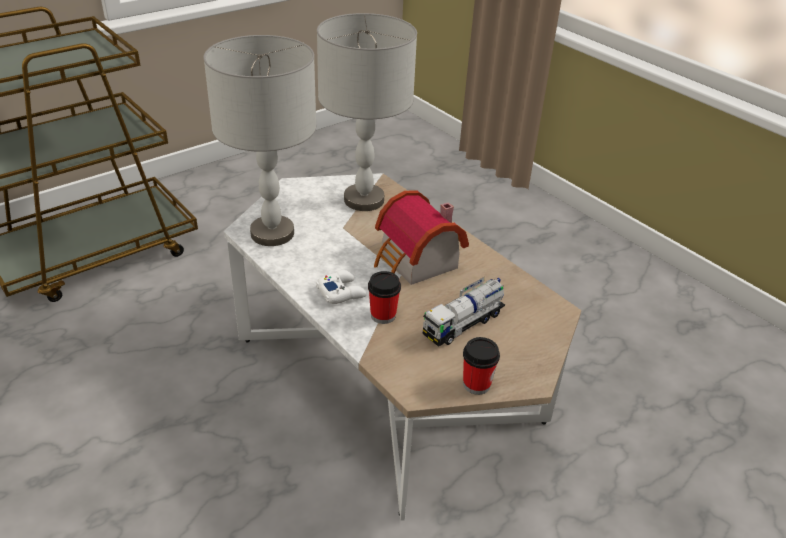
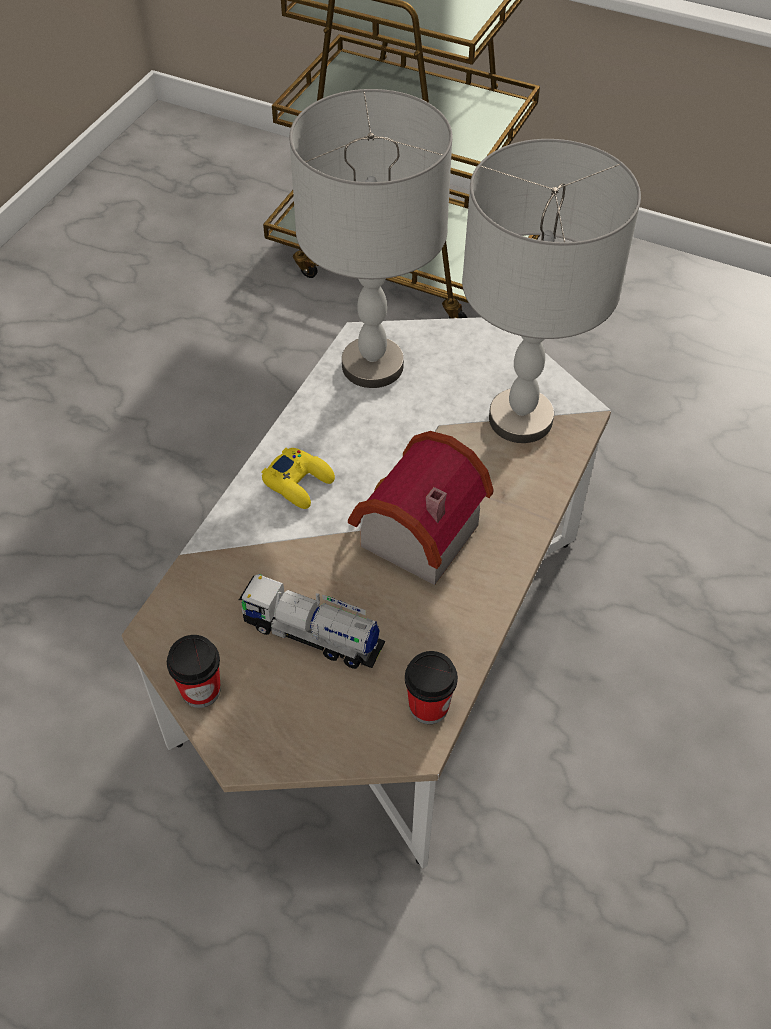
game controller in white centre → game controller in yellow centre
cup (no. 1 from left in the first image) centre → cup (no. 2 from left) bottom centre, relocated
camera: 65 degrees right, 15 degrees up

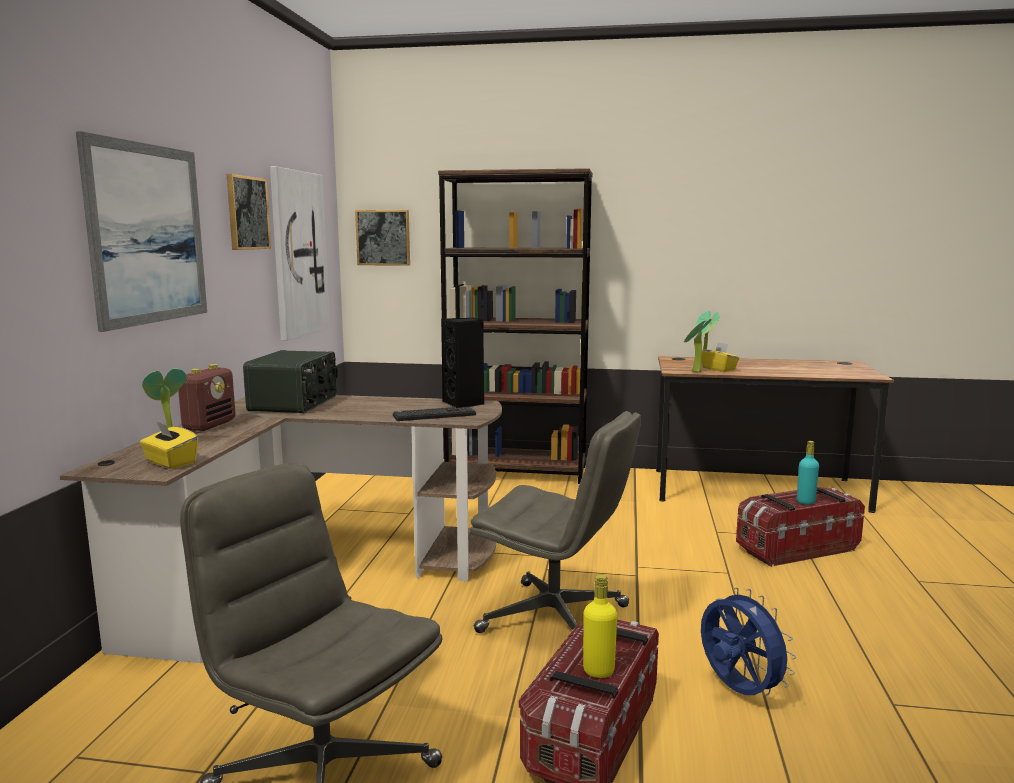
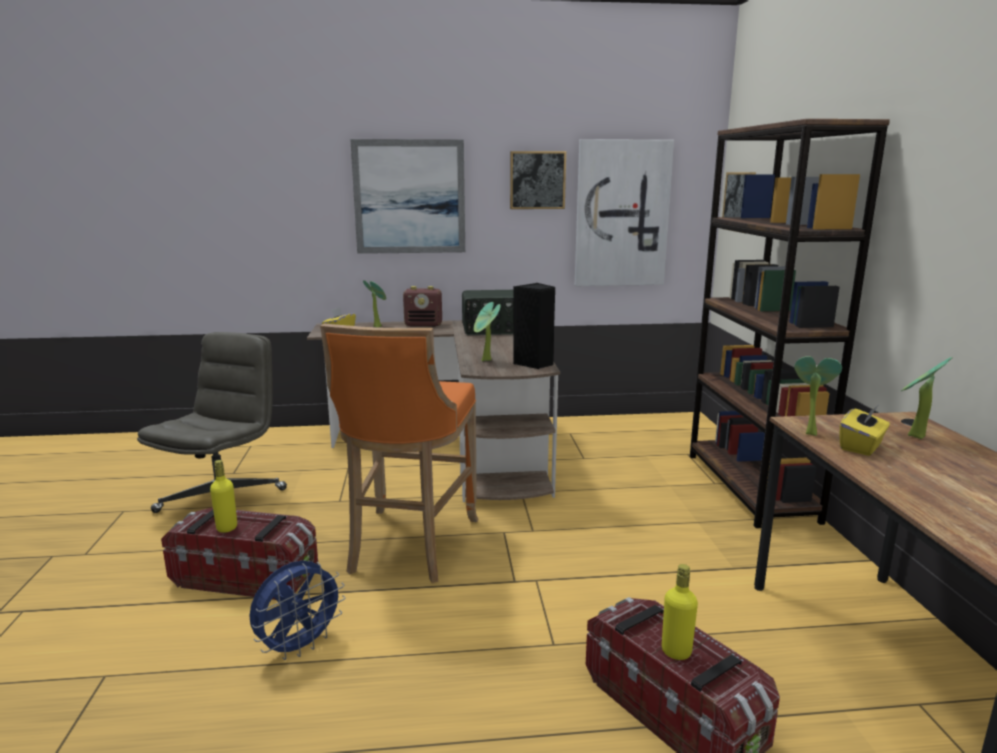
keyboard centre → potted plant (no. 2 from left) centre
office chair in grey (no. 2 from left) bottom centre → stool in orange centre
bottle in turquoise middle right → bottle in yellow (no. 2 from left) bottom right
camera: 75 degrees right, 5 degrees up

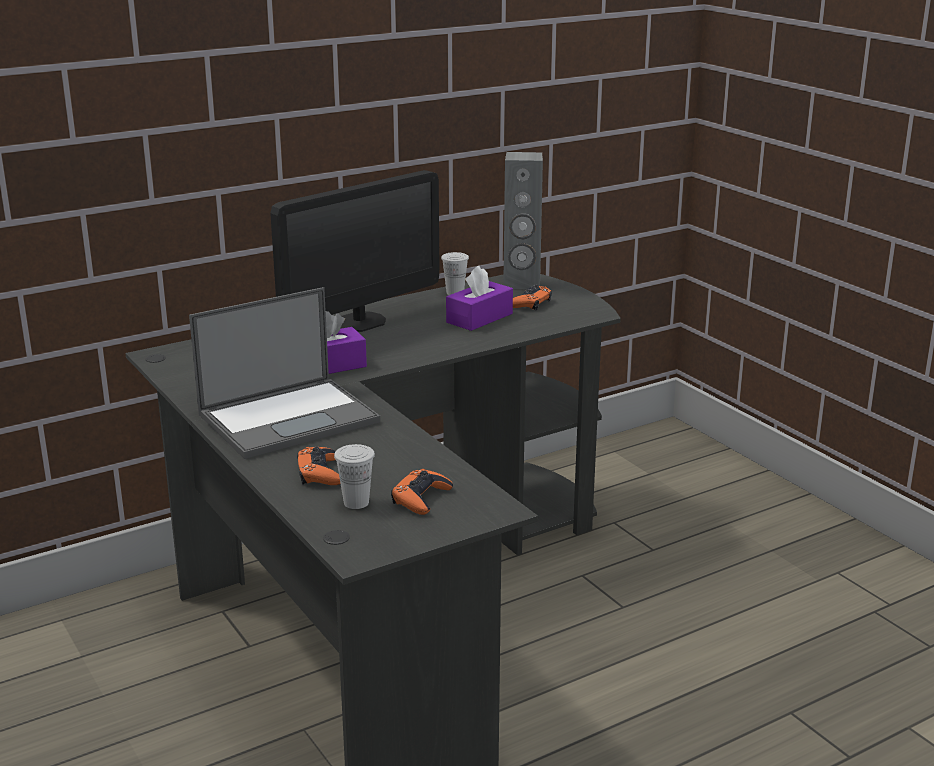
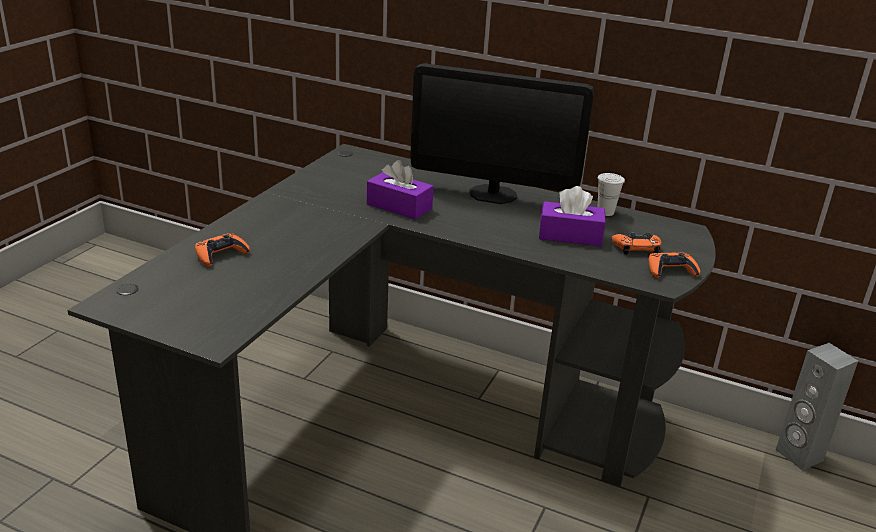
speaker in grey top centre → speaker in grey bottom right, relocated
laptop middle left → -
cup in white (no. 1 from left) centre → -
game controller in orange (no. 2 from left in the first image) centre → game controller in orange (no. 3 from left) middle right, relocated
camera: 55 degrees right, 5 degrees up

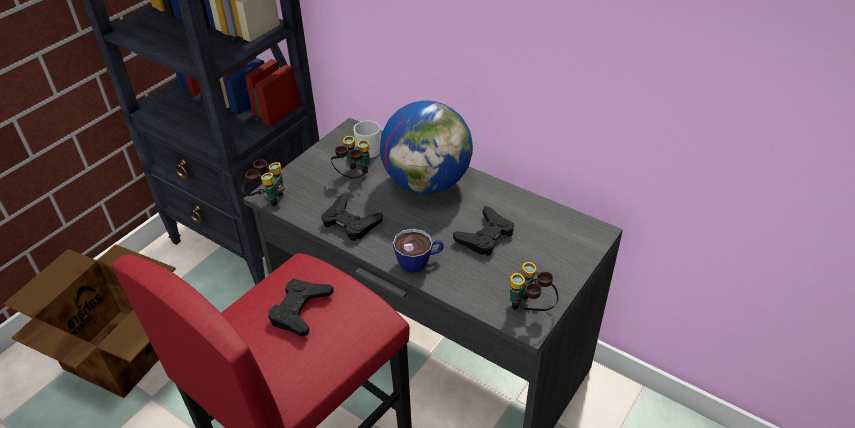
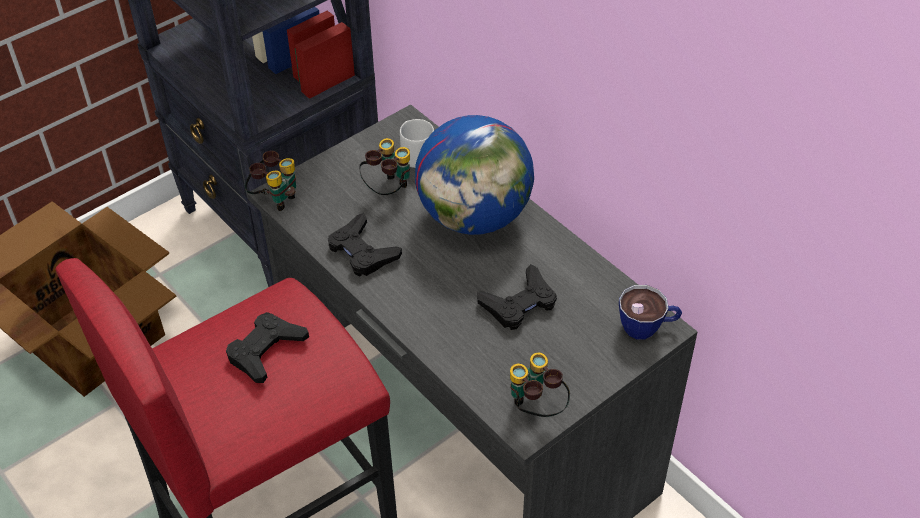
cup centre → cup middle right, relocated
camera: 15 degrees right, 5 degrees up

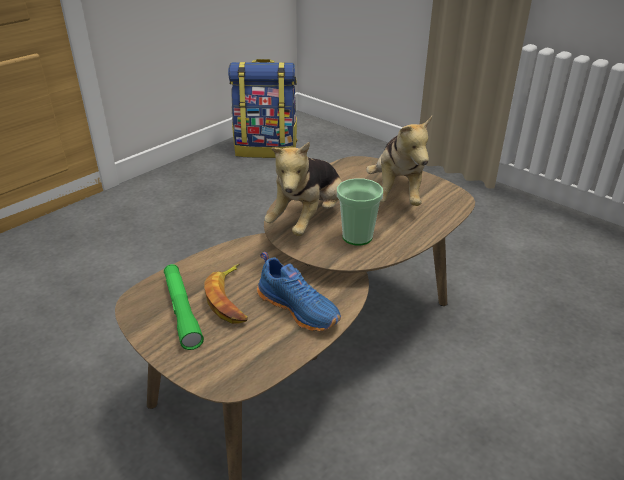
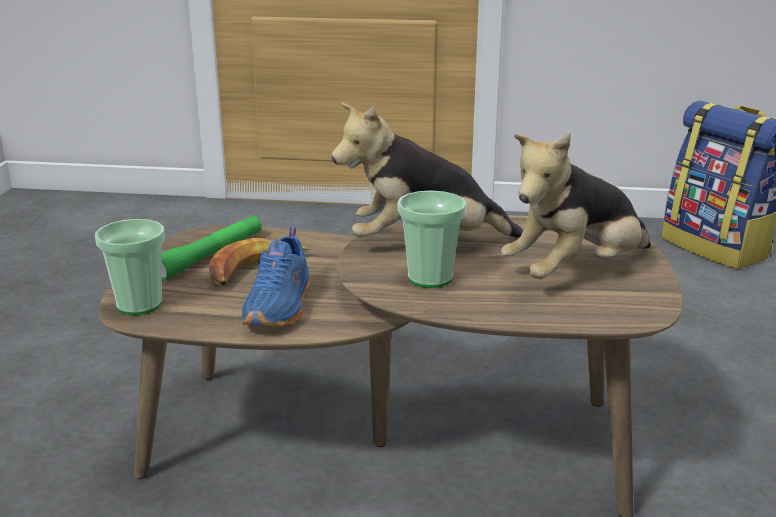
- → cup (no. 1 from left) middle left
camera: 55 degrees right, 10 degrees down

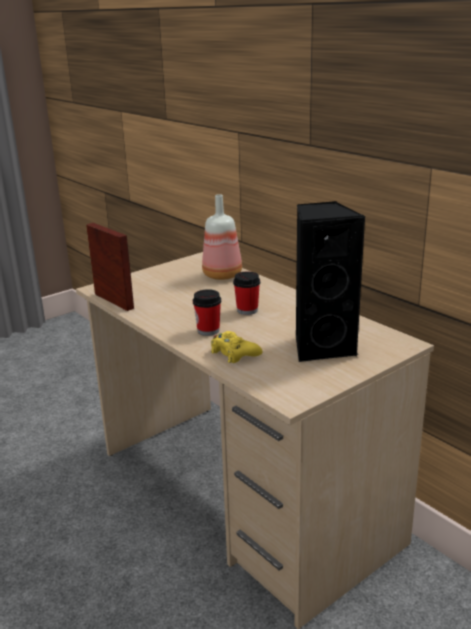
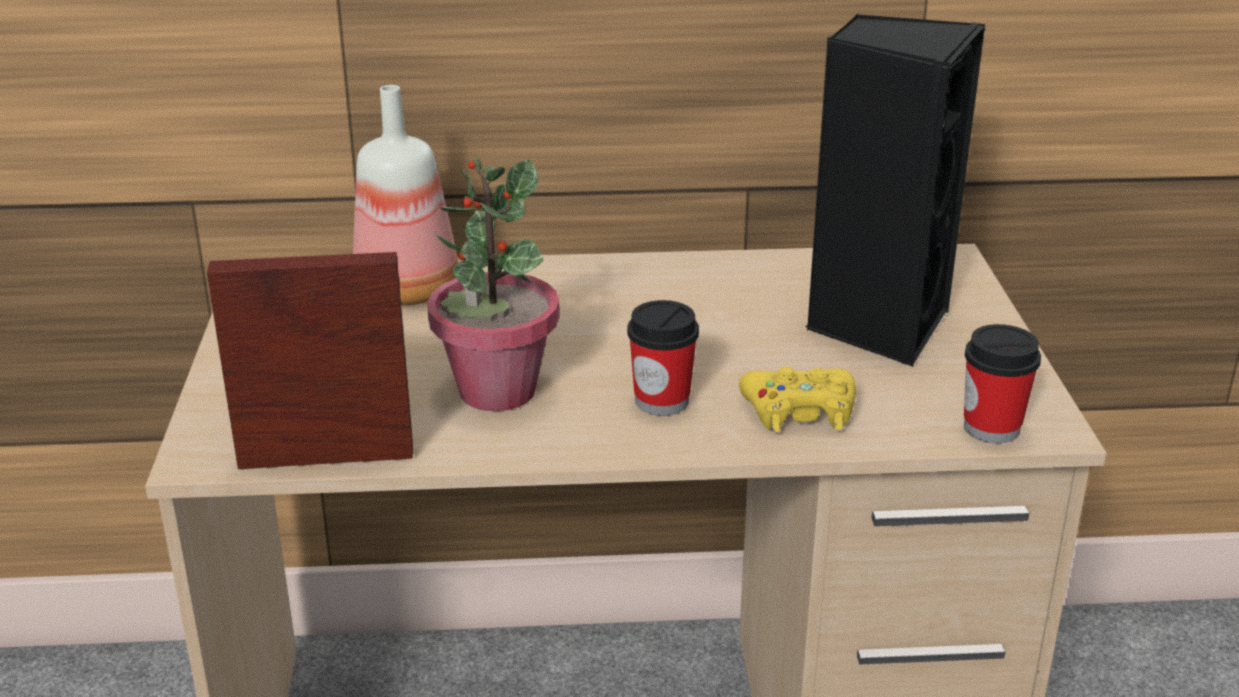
cup (no. 2 from left) centre → cup (no. 2 from left) middle right, relocated
- → potted plant centre
camera: 55 degrees left, 5 degrees up

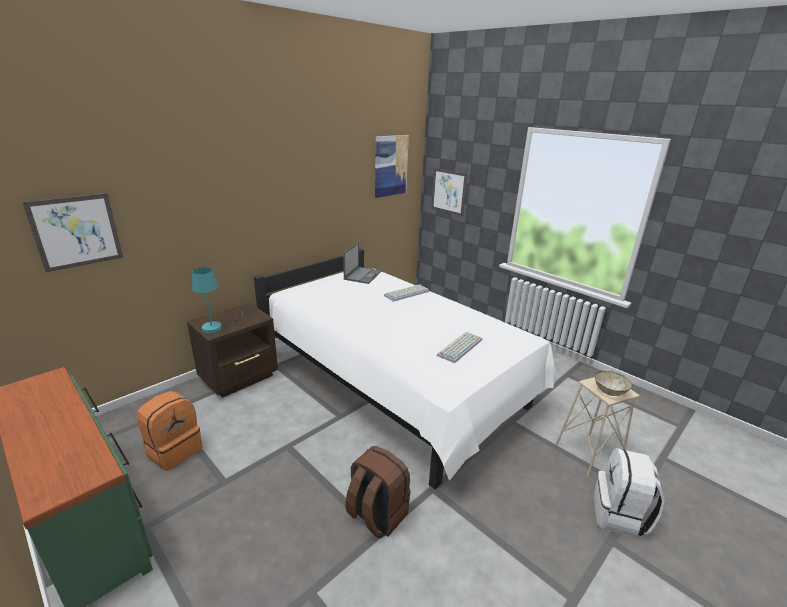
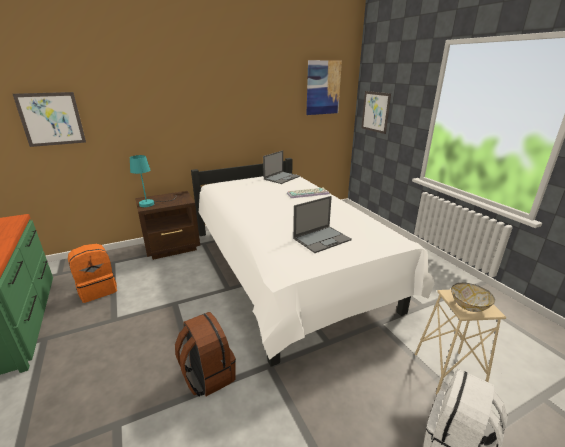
keyboard (no. 2 from left) centre → laptop (no. 2 from left) centre
camera: 20 degrees right, 0 degrees up

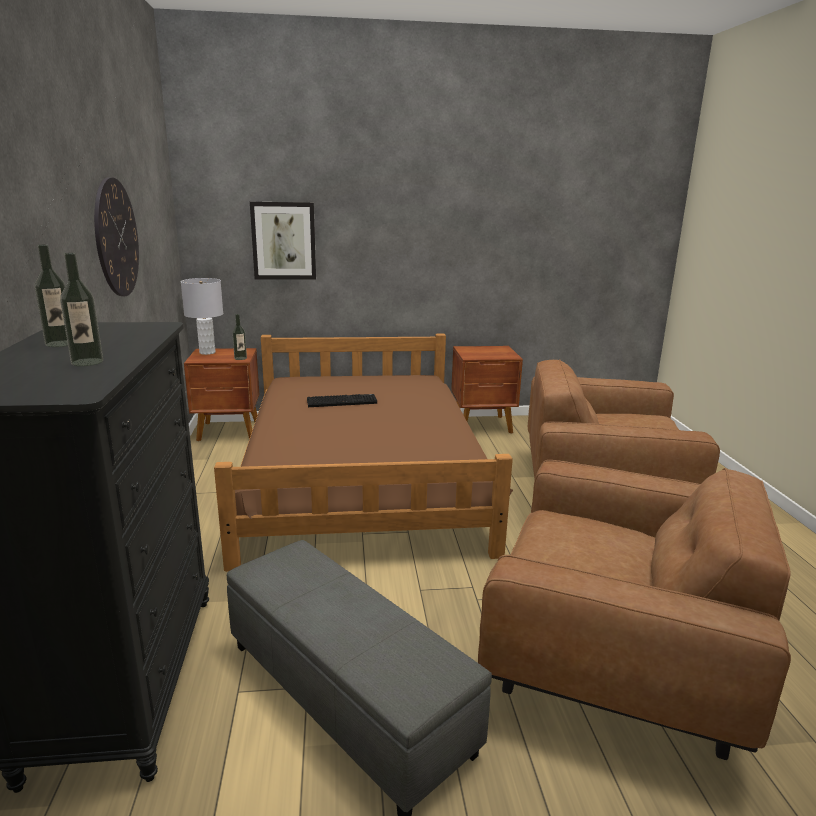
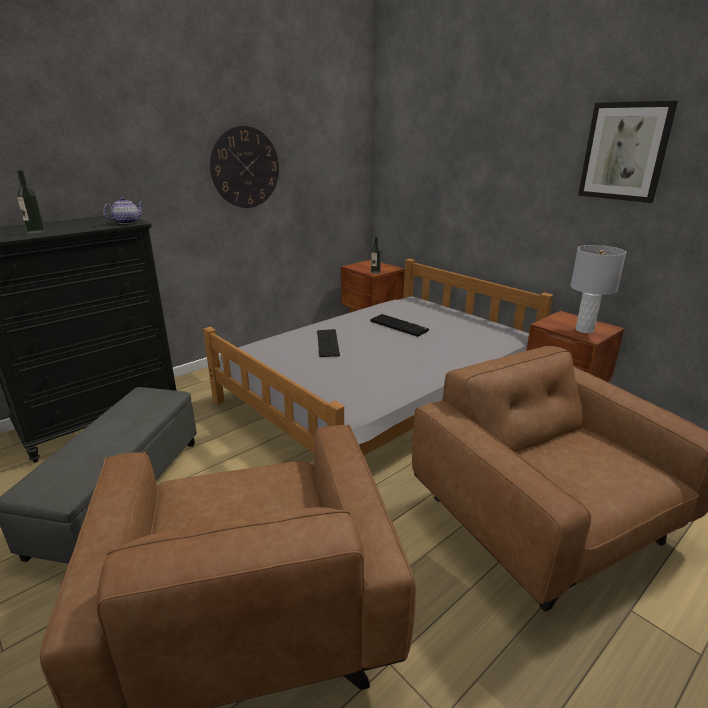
picture top centre → picture top right, relocated
bottle (no. 1 from left) middle left → -
table lamp in grey middle left → table lamp in grey middle right, relocated
bed in brown centre → bed in grey centre
- → teapot top left
- → keyboard (no. 1 from left) centre
camera: 55 degrees right, 5 degrees up

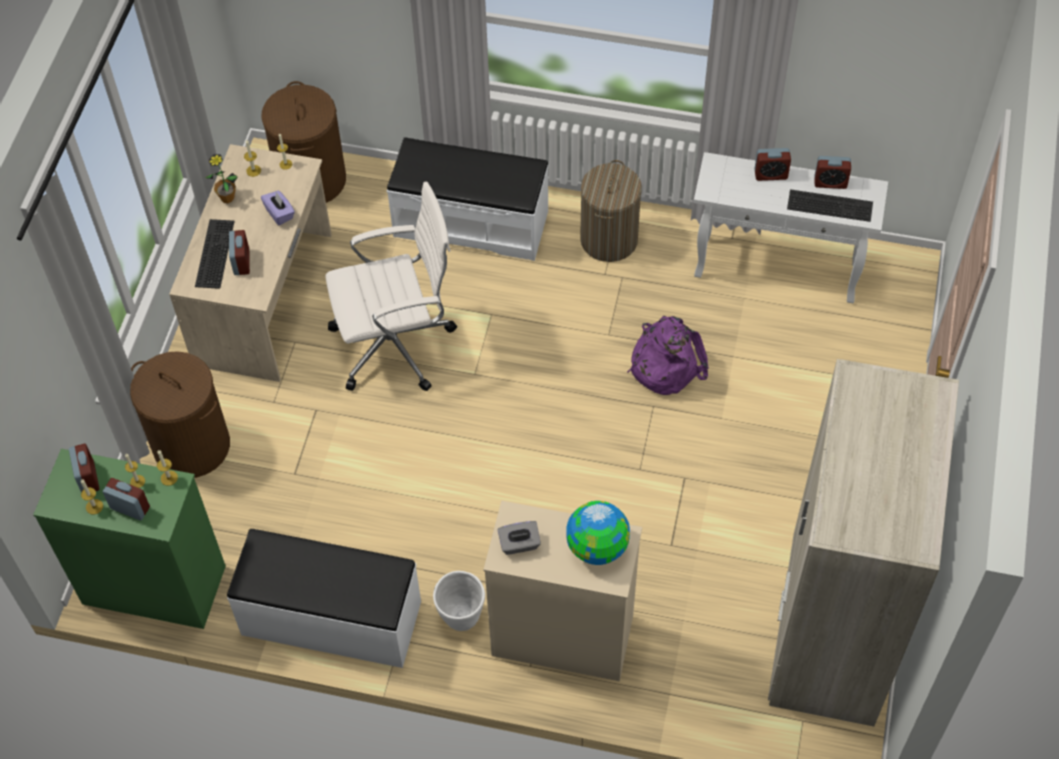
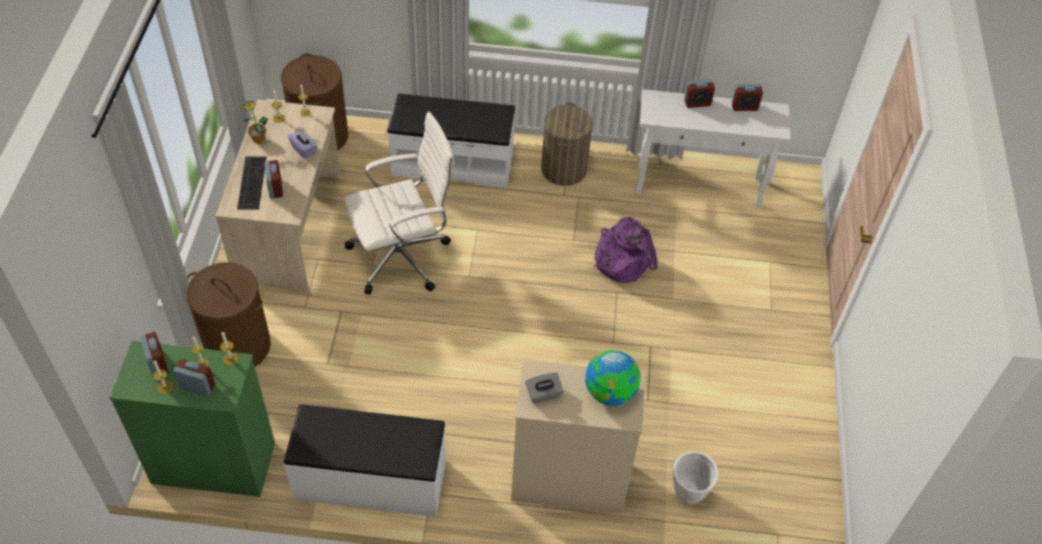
keyboard (no. 2 from left) top right → -
wardrobe in beige bottom right → -
planter in white bottom centre → planter in white bottom right, relocated
camera: 10 degrees left, 5 degrees down

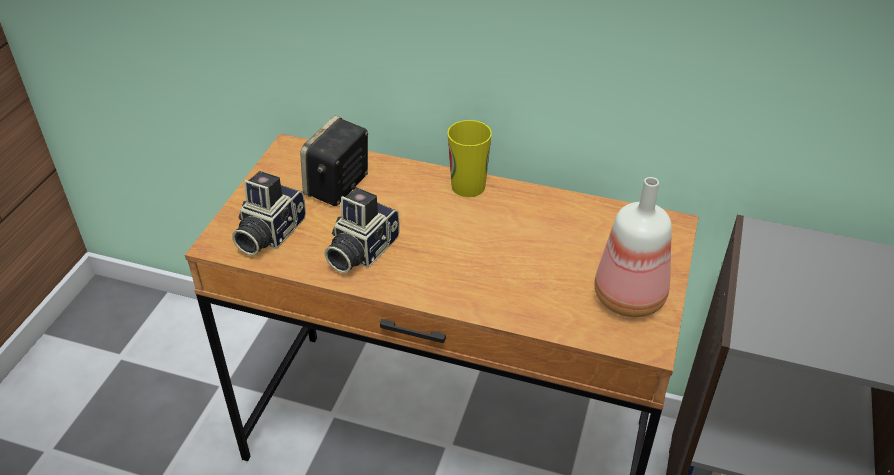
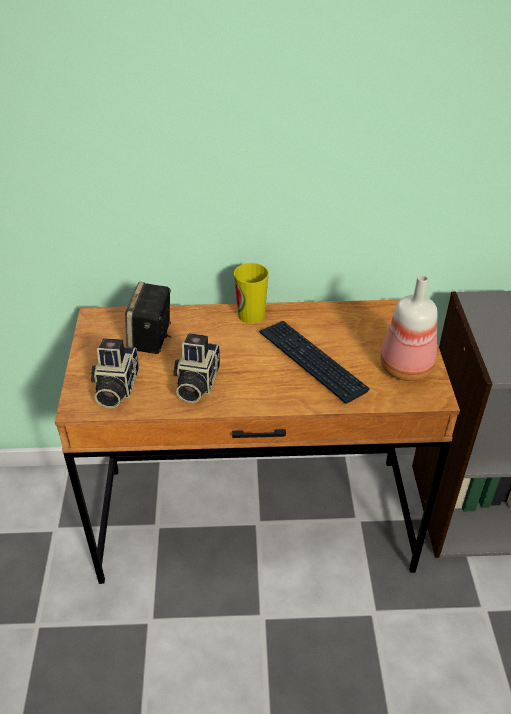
- → keyboard centre
camera: 20 degrees left, 0 degrees up

